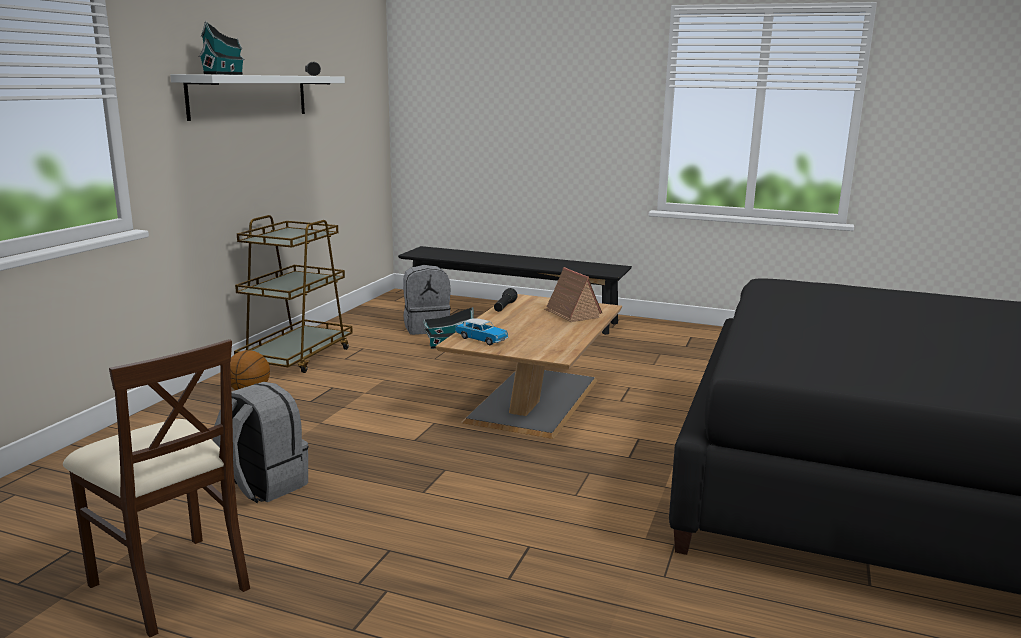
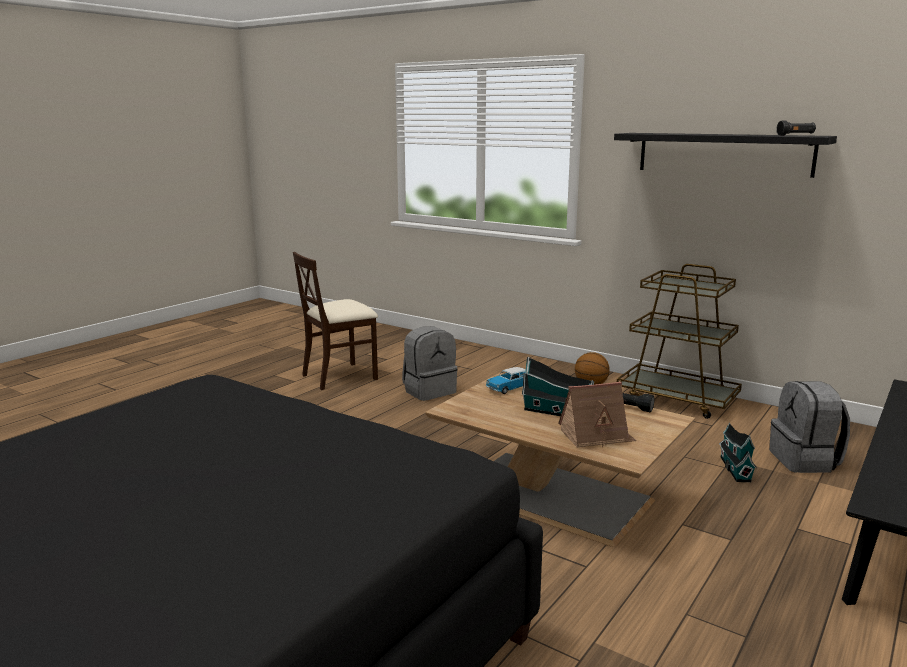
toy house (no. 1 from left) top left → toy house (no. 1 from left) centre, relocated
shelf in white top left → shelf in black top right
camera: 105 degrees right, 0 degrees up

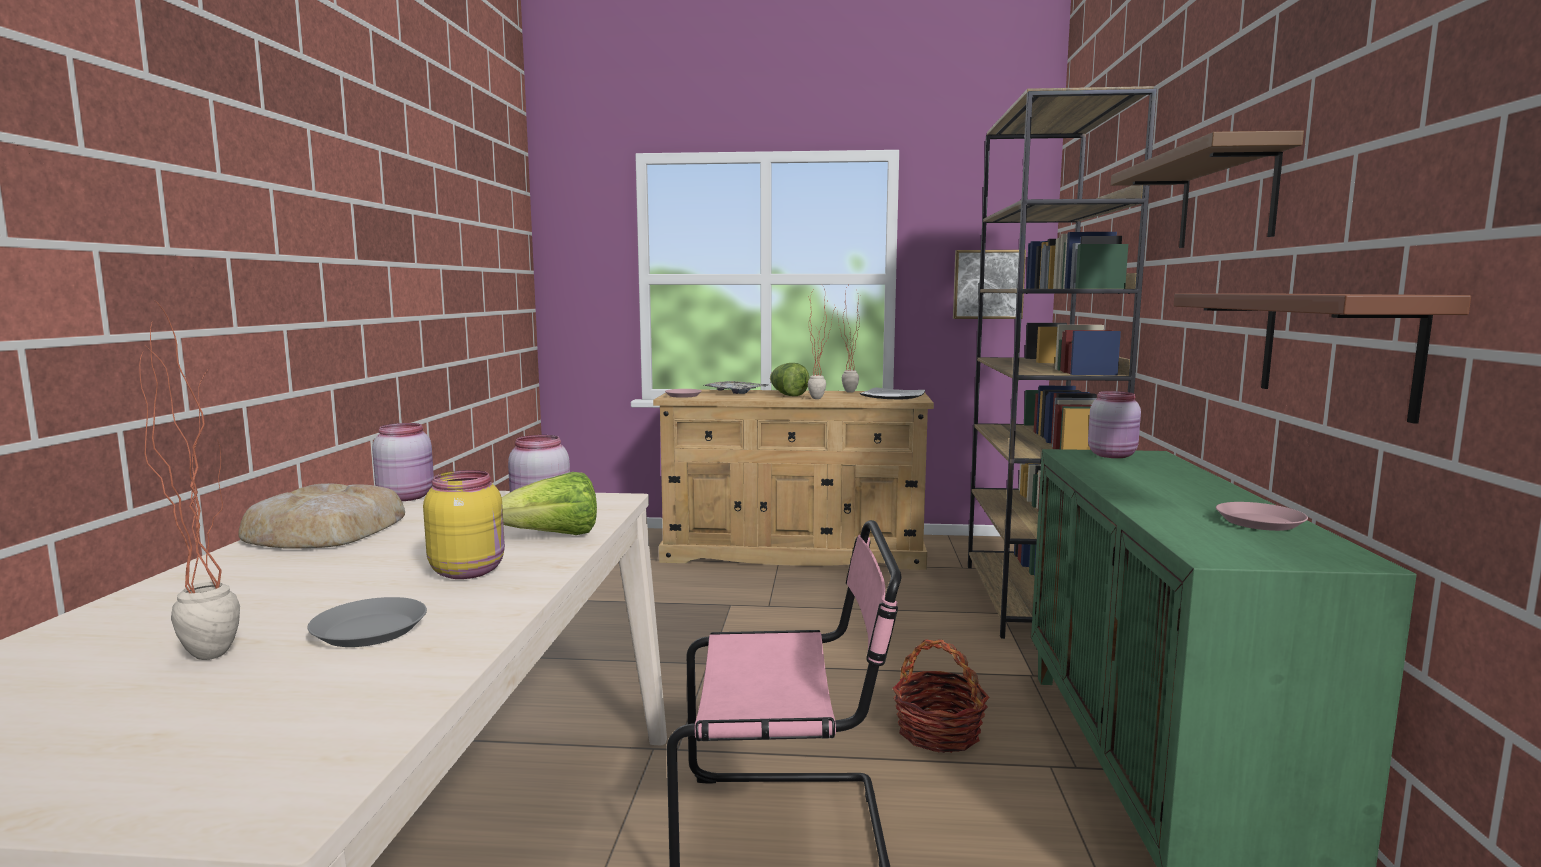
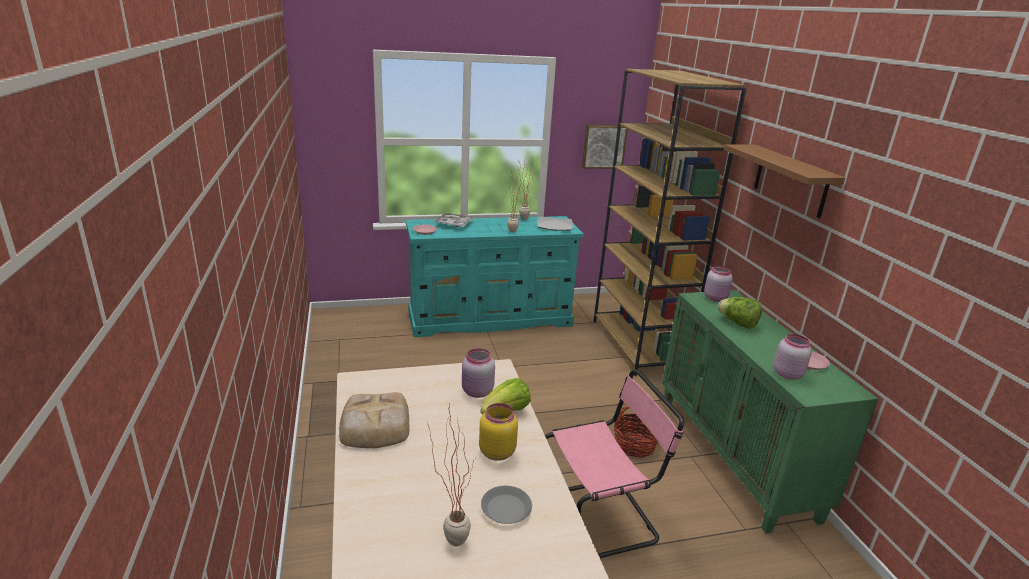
shelf in brown (no. 2 from left) middle right → -
lettuce (no. 2 from left) centre → lettuce (no. 2 from left) middle right, relocated
dresser in beige centre → dresser in turquoise centre
jar in pink (no. 1 from left in the first image) middle left → jar in pink (no. 3 from left) middle right, relocated
camera: 20 degrees left, 15 degrees up

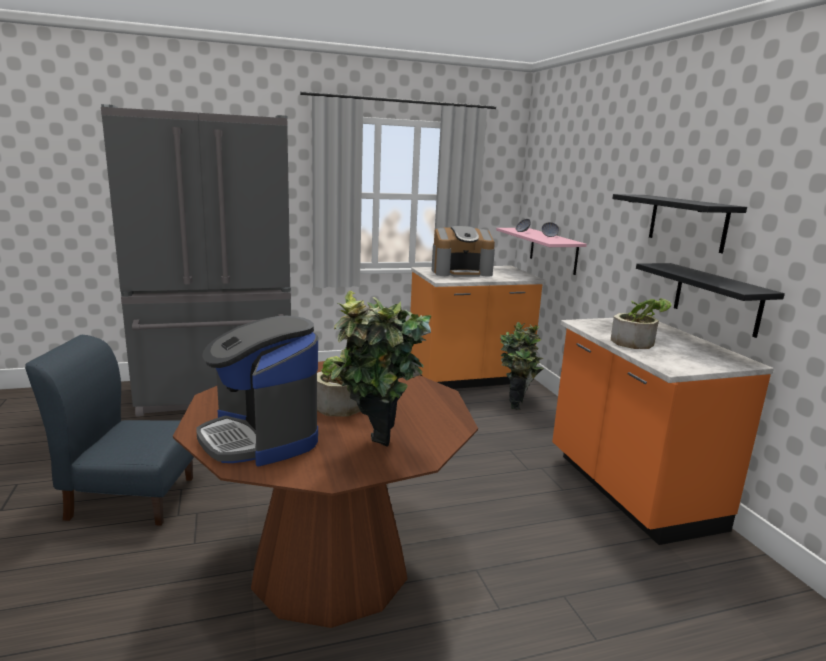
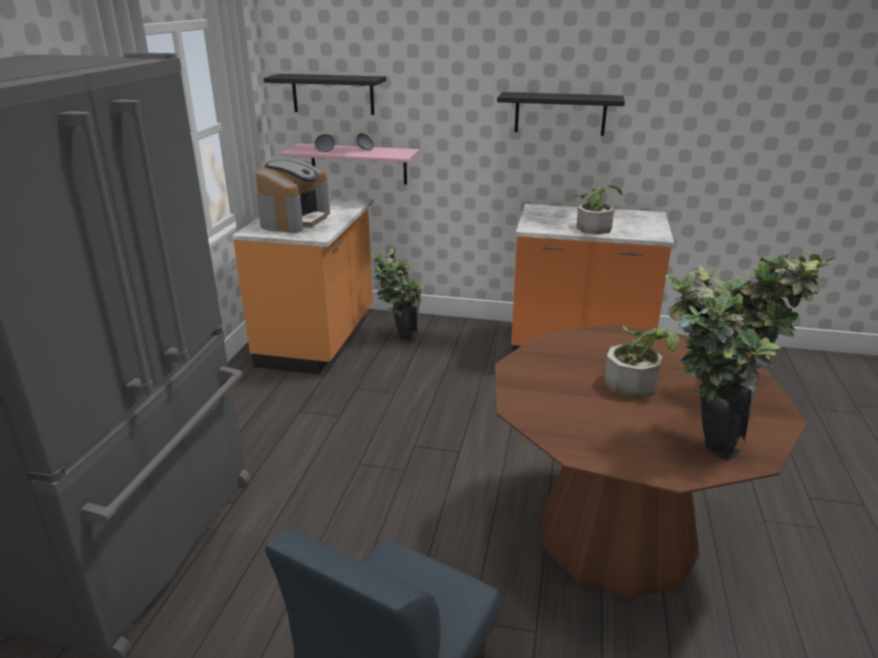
shelf in black (no. 2 from left in the first image) middle right → shelf in black (no. 1 from left) top centre, relocated
coffee machine (no. 1 from left) middle left → potted plant (no. 4 from left) middle right
camera: 60 degrees left, 10 degrees up

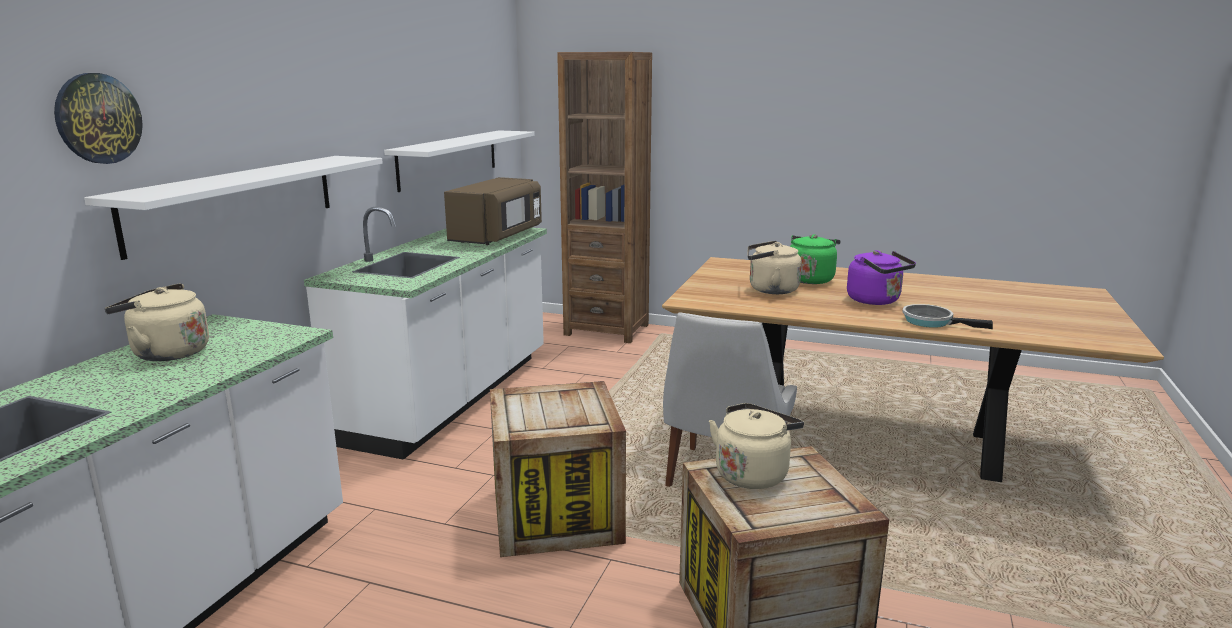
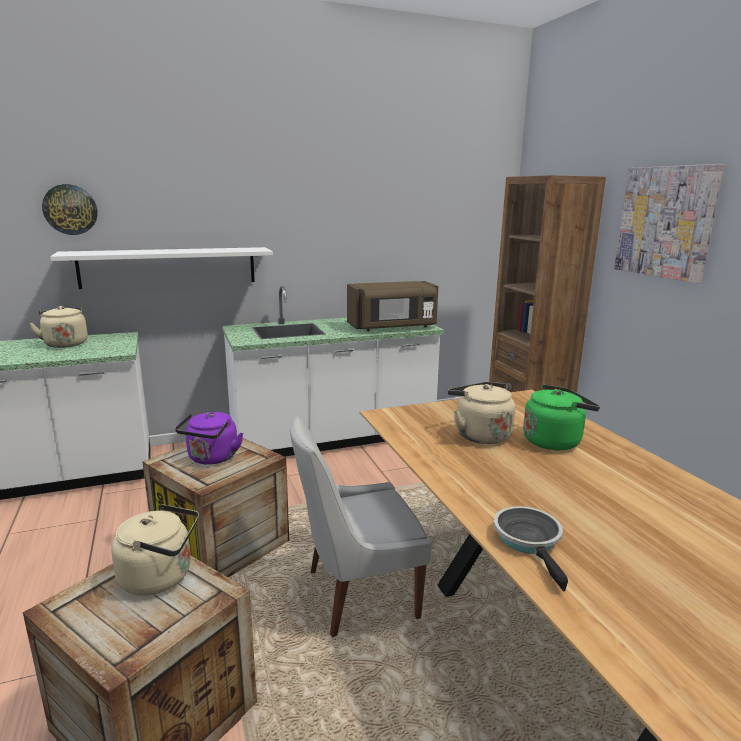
shelf in white (no. 2 from left) top centre → -
kettle in purple middle right → kettle in purple middle left, relocated
- → picture top right
camera: 50 degrees right, 0 degrees up

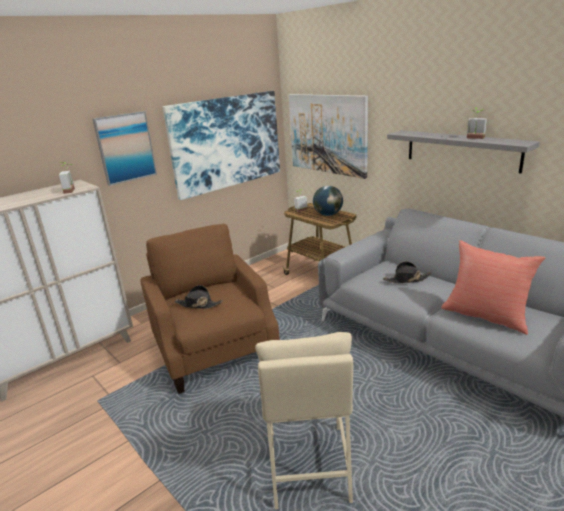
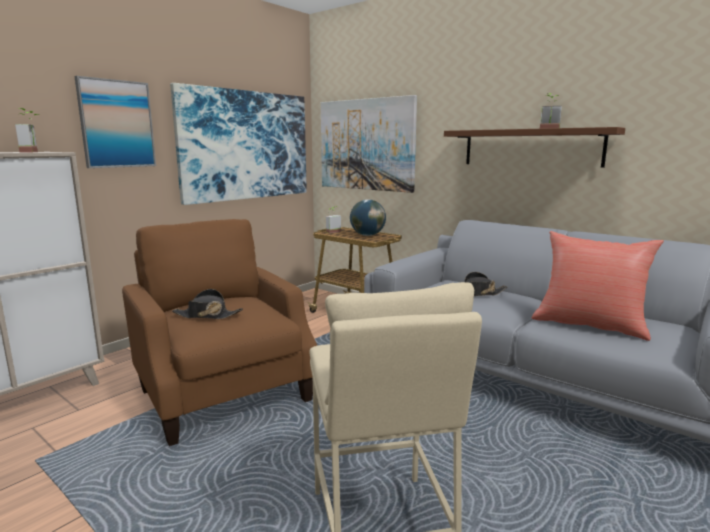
shelf in grey top right → shelf in brown top right
camera: 10 degrees left, 10 degrees down

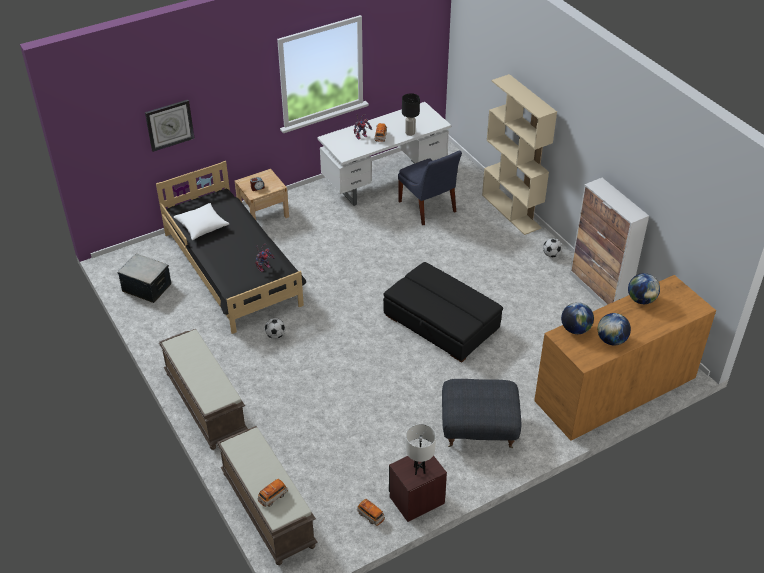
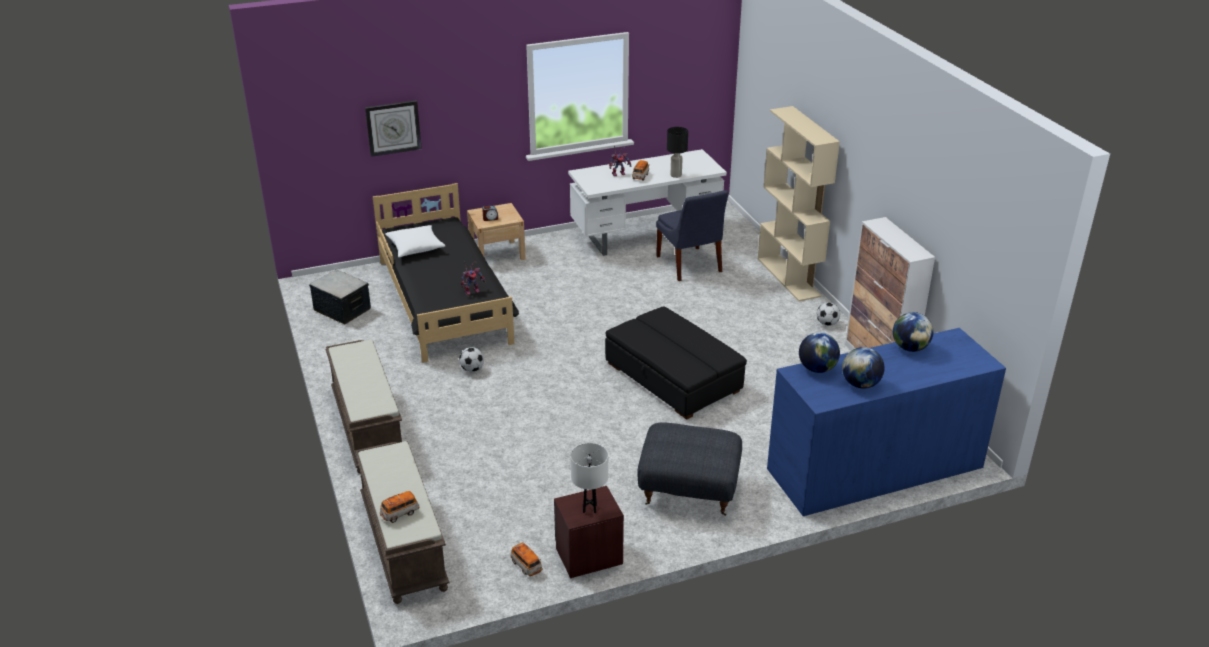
dresser in brown middle right → dresser in blue middle right
camera: 10 degrees right, 10 degrees down

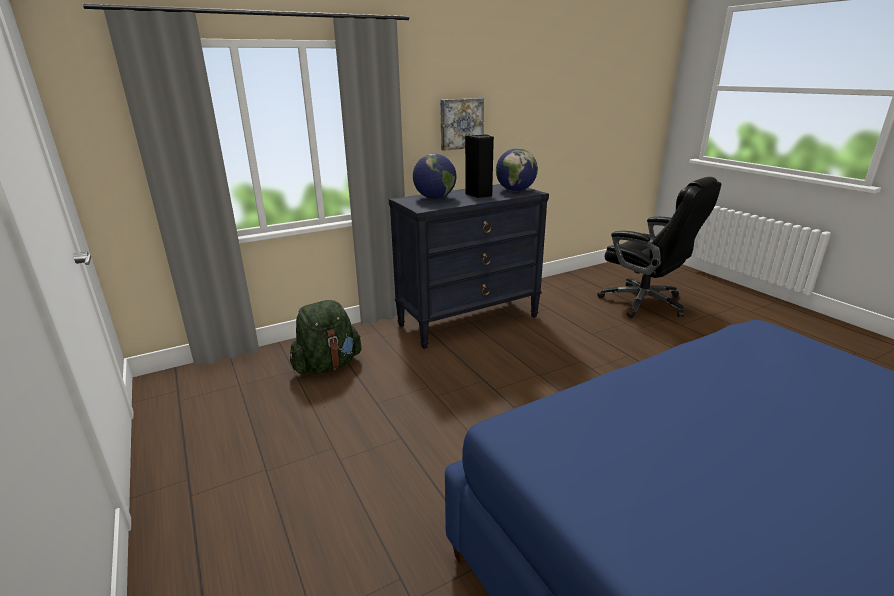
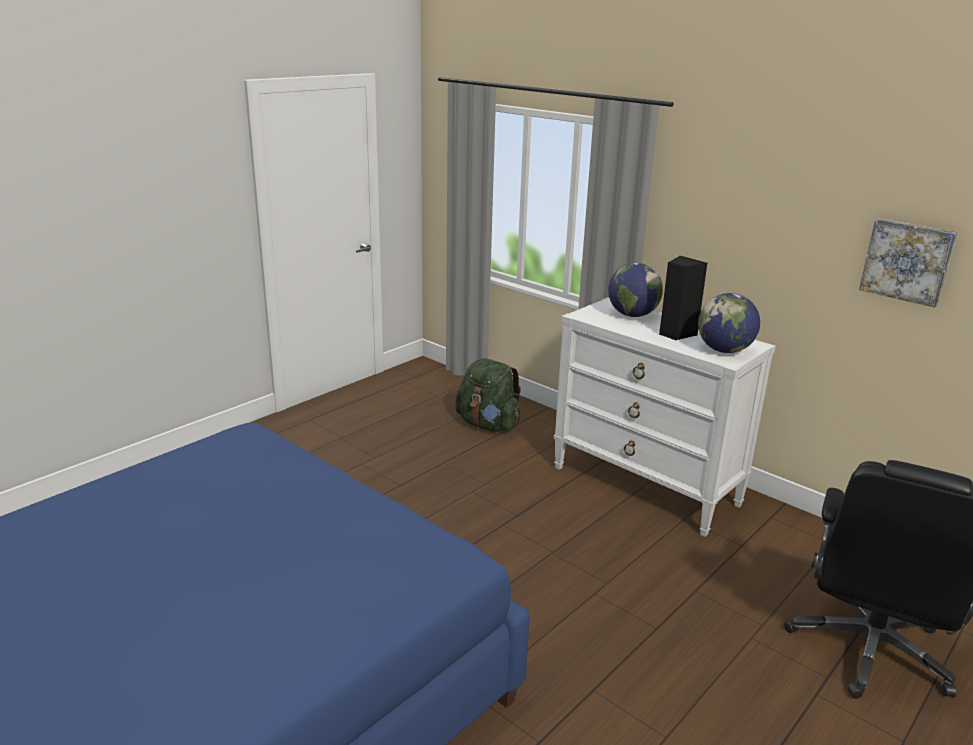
picture top centre → picture middle right, relocated
dresser in black centre → dresser in white middle right
camera: 70 degrees right, 0 degrees up

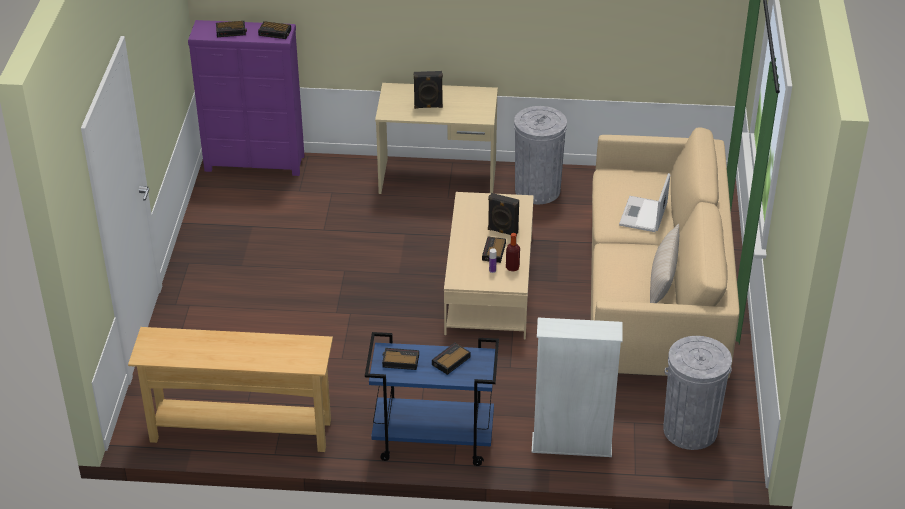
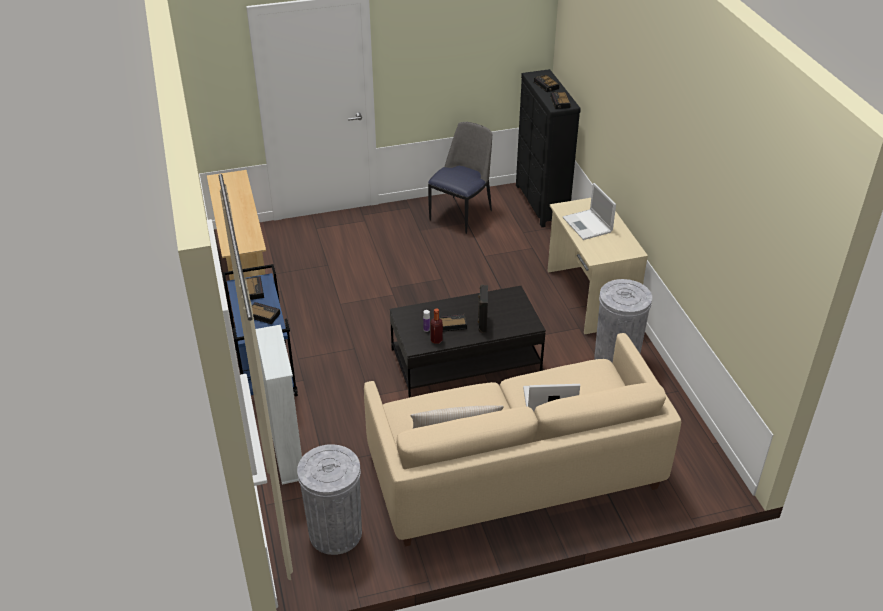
dresser in purple top left → dresser in black top centre
speaker in black (no. 1 from left) top centre → laptop (no. 2 from left) middle right
coffee table in beige centre → coffee table in black centre
- → chair top centre
camera: 70 degrees right, 0 degrees up

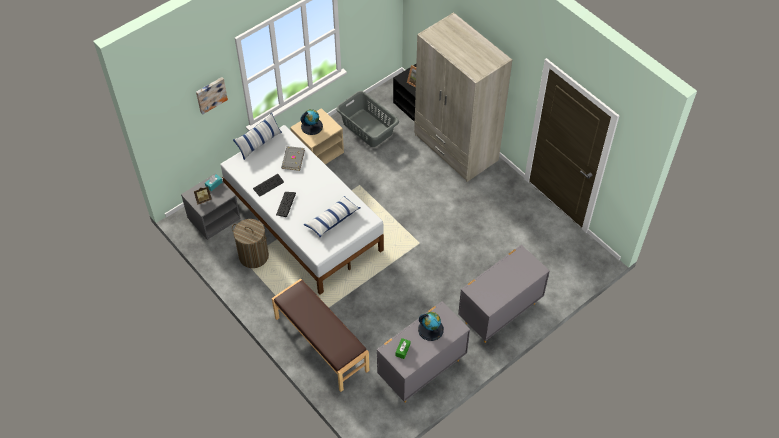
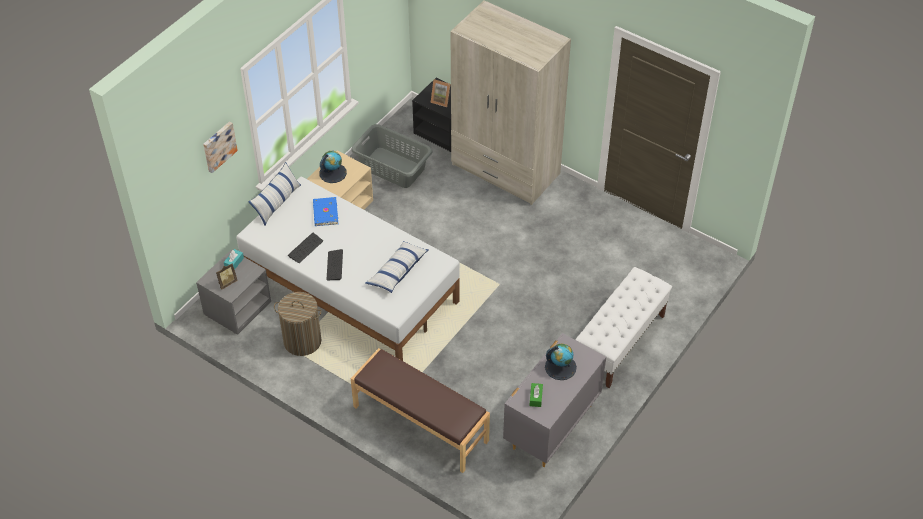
book in grey centre → book in blue centre
dresser in grey (no. 2 from left) bottom centre → bench in white middle right
camera: 15 degrees left, 5 degrees down

